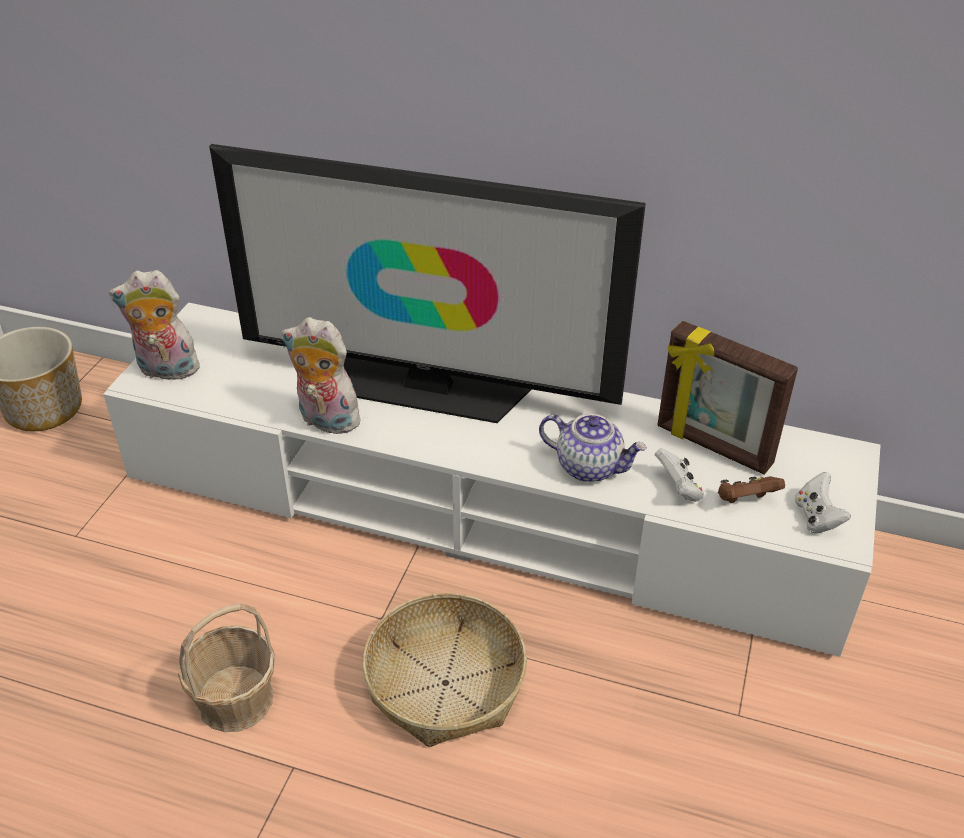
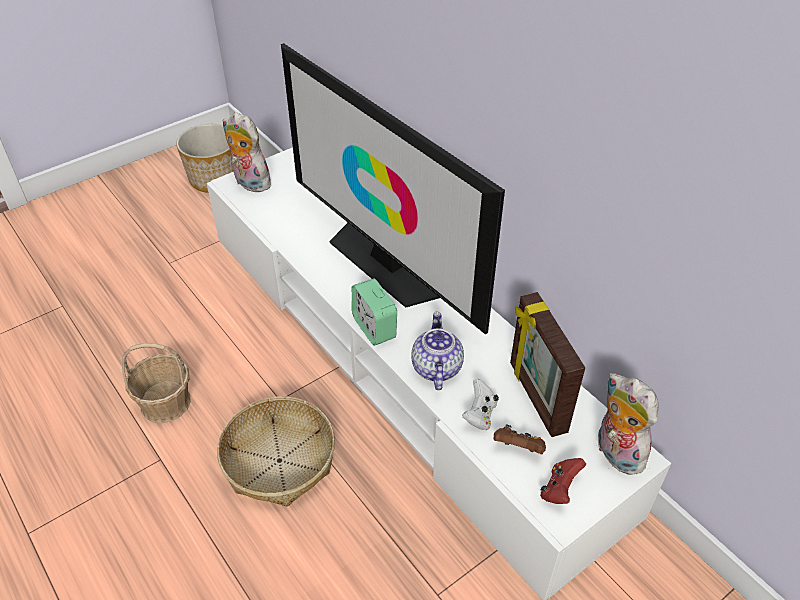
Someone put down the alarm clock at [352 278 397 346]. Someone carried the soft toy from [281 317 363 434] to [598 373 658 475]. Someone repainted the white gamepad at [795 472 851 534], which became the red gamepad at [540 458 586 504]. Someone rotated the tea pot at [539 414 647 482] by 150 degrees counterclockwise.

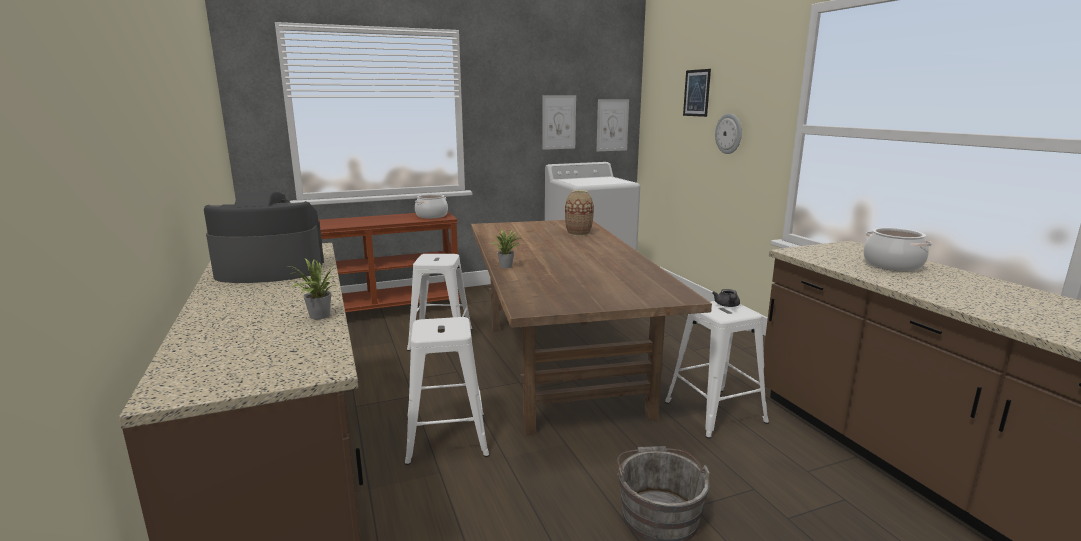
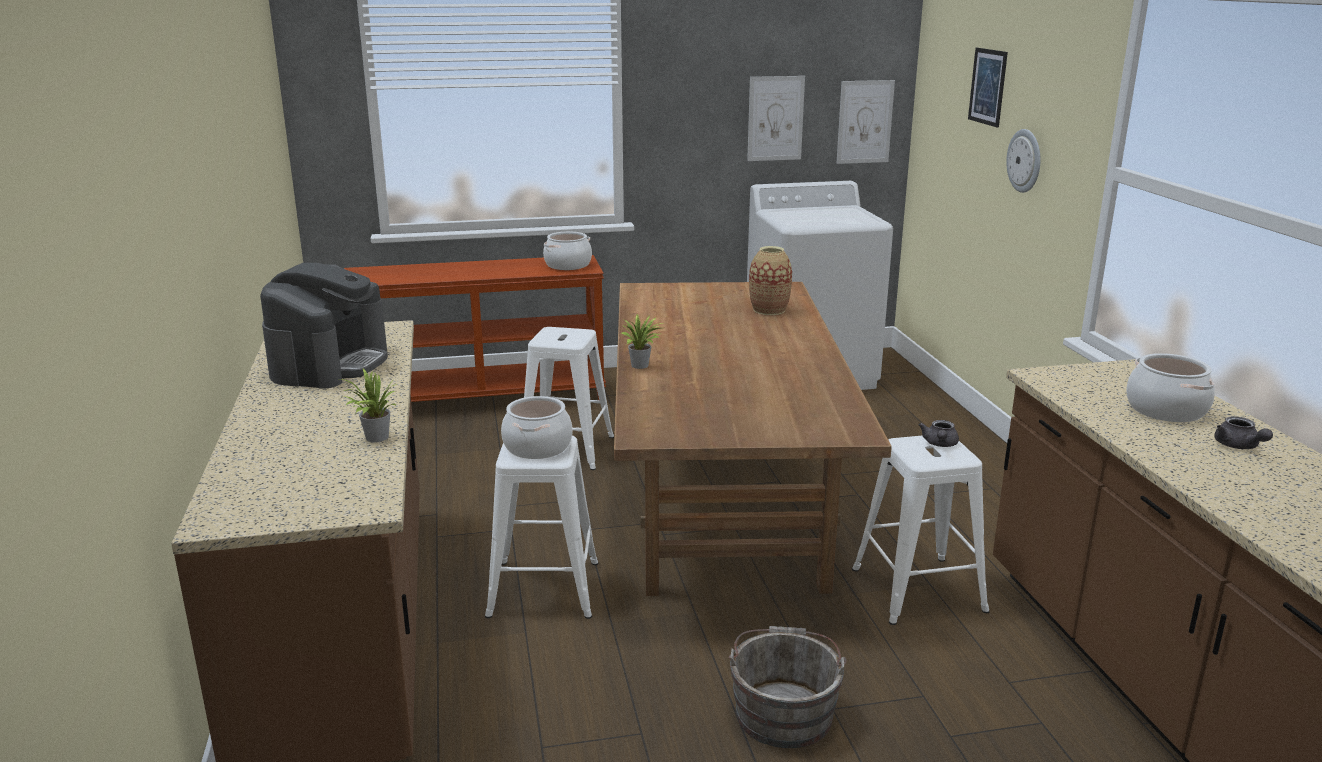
Someone put down the saucepot at [501 396 573 459]. Someone put down the grey tea pot at [1214 416 1273 449]. Someone rotated the coffee maker at [204 191 324 283] by 105 degrees clockwise.

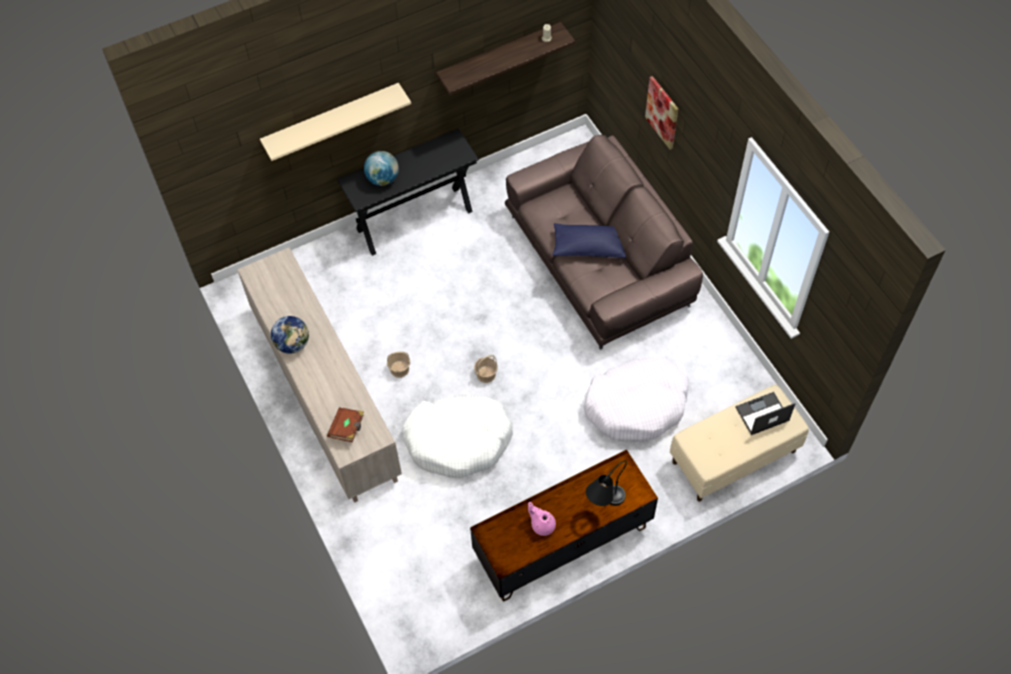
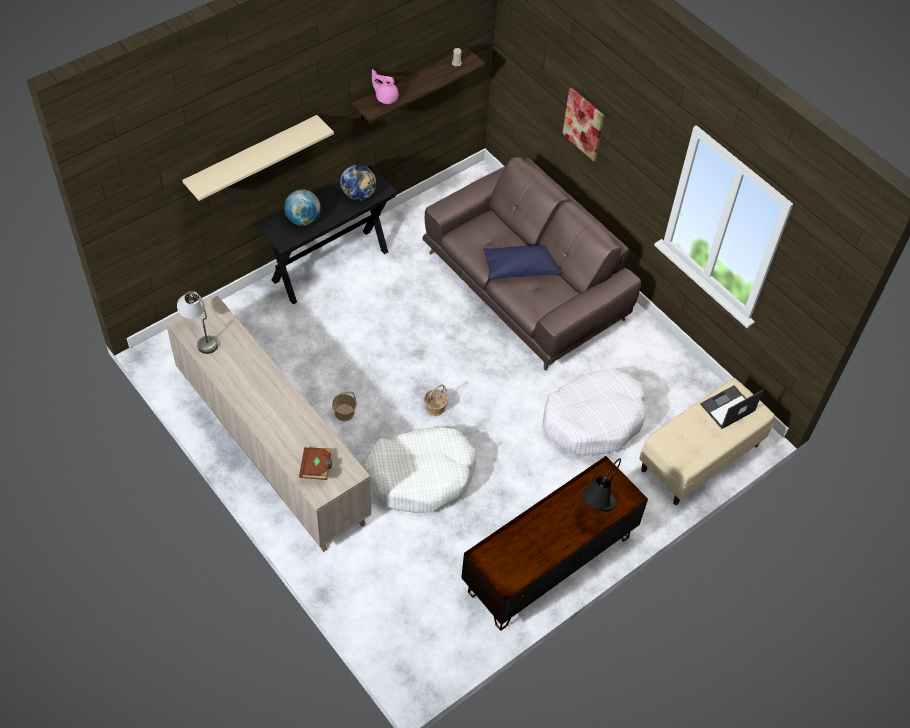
Someone put down the grey lamp for a table at [177 291 218 354]. Someone carried the desk globe from [271 316 309 354] to [340 165 376 200]. Someone carried the pink-coloured tea pot from [528 502 556 536] to [372 69 398 104].

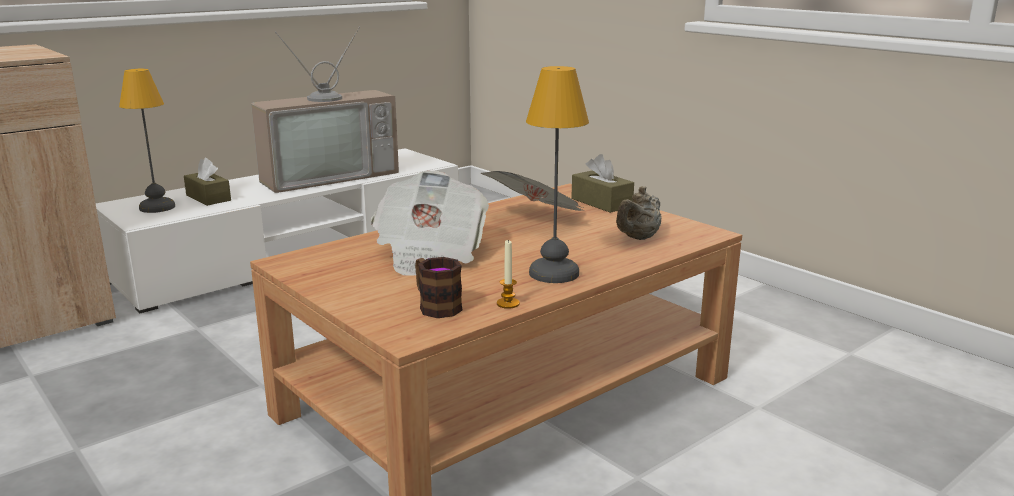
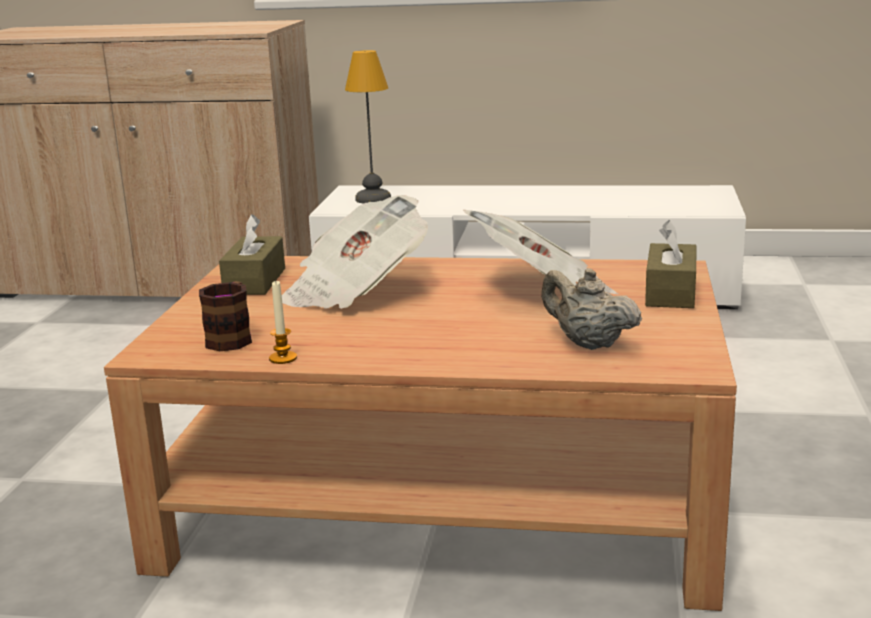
Someone took away the television at [251 27 399 193]. Someone took away the lamp for a table at [526 66 589 283]. Someone carried the brownish tissue holder from [184 158 231 206] to [219 214 285 295]. Someone rotated the sand-coloured tea pot at [616 186 662 240] by 45 degrees clockwise.

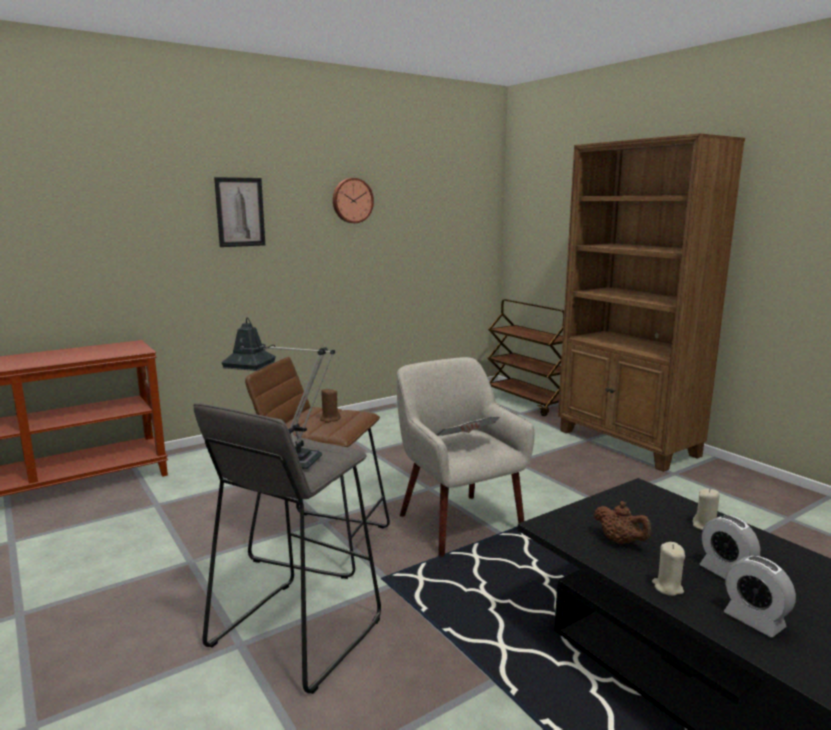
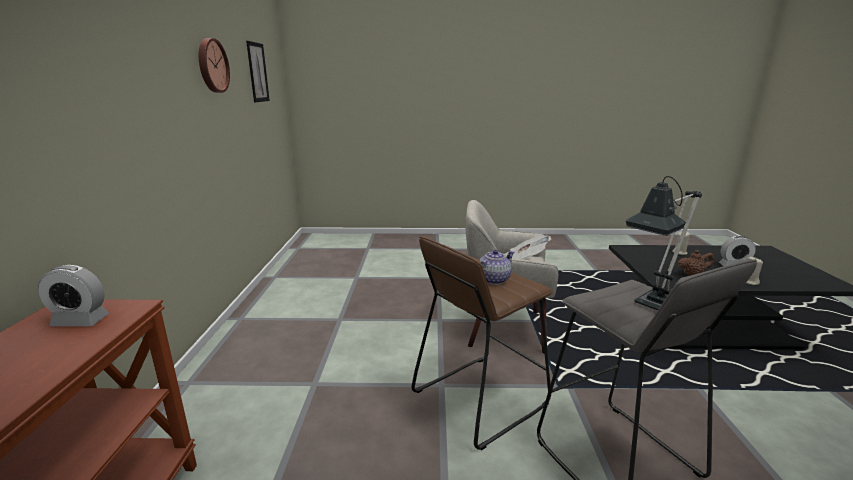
Someone took away the brownish cart at [487 299 564 416]. Someone took away the brownish bookshelf at [558 133 745 472]. Someone carried the wall picture from [214 177 265 247] to [246 41 270 102]. Someone carried the alarm clock from [724 556 796 637] to [38 265 109 326]. Someone swapped the brownish wax candle at [320 388 341 423] for the tea pot at [479 250 514 285].

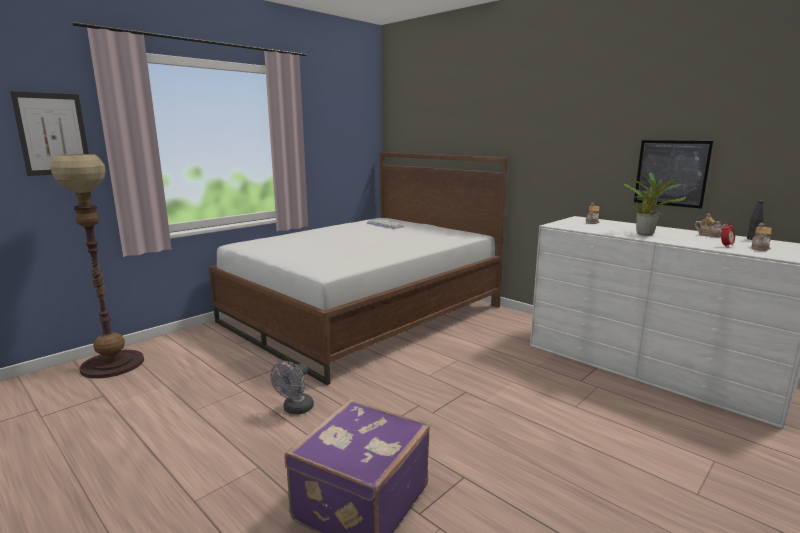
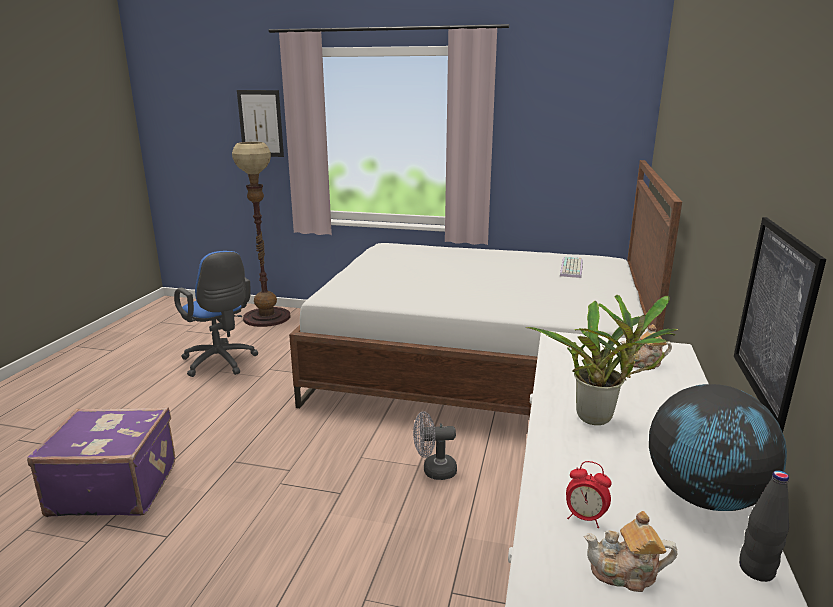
Someone put down the bluish computer chair at [174 251 258 377]. Someone carried the grey cooling fan from [270 361 314 415] to [413 411 457 480]. Someone swapped the tea pot at [695 213 728 238] for the desk globe at [649 384 787 511].

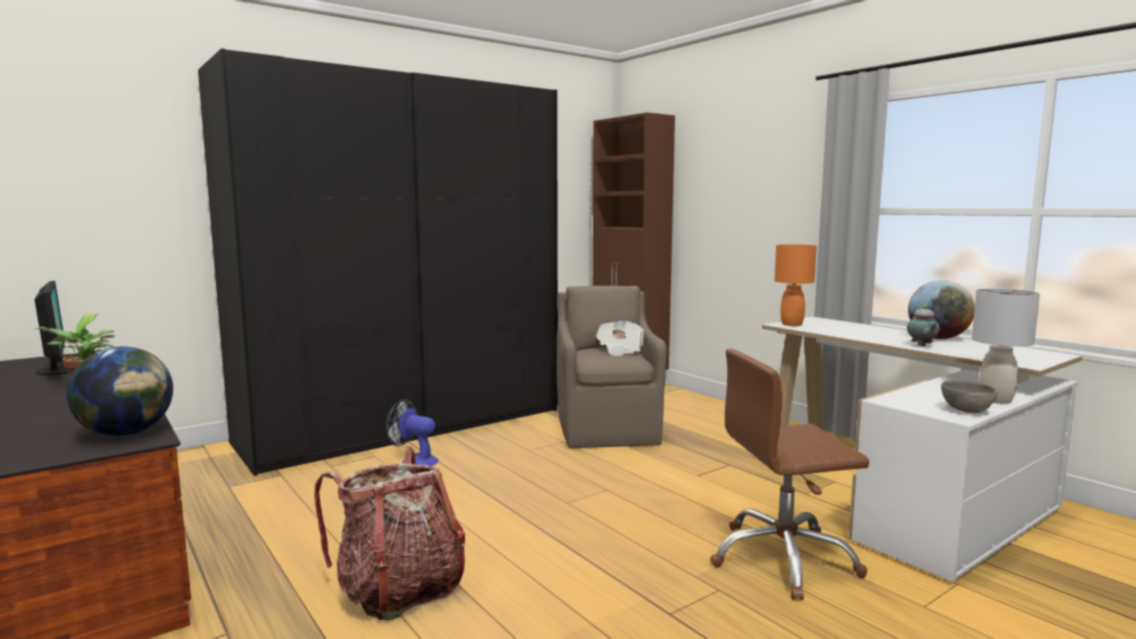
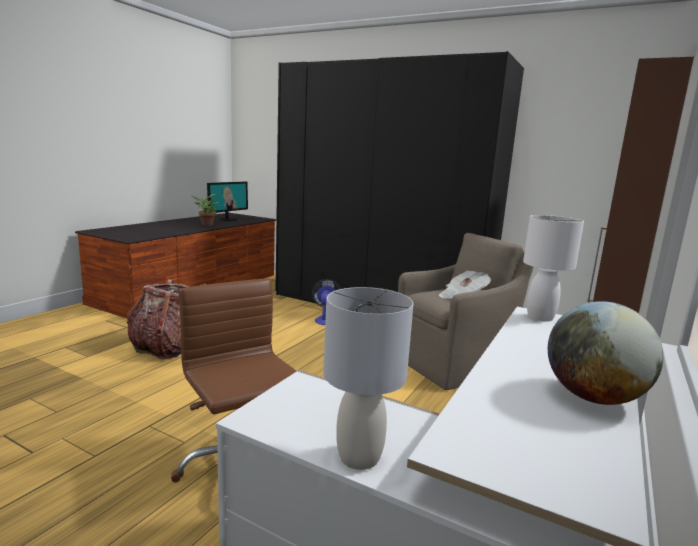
Someone took away the desk globe at [67 347 173 436]. Someone took away the tea pot at [907 305 940 347]. Someone took away the grey bowl at [941 381 997 413]. Someone repainted the orange lamp for a table at [774 244 817 326], which became the white lamp for a table at [523 215 584 322].

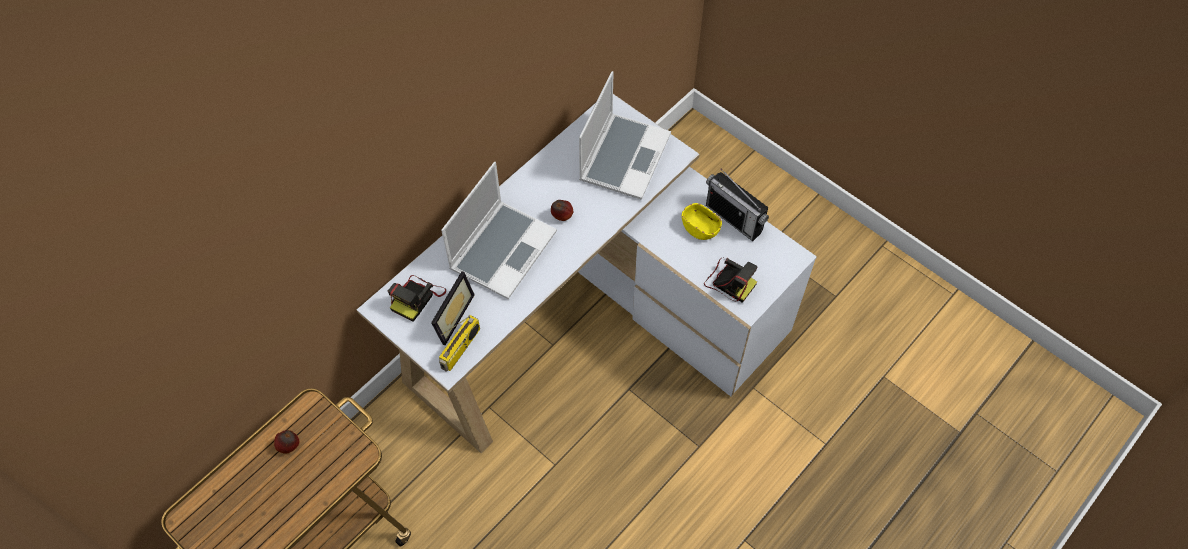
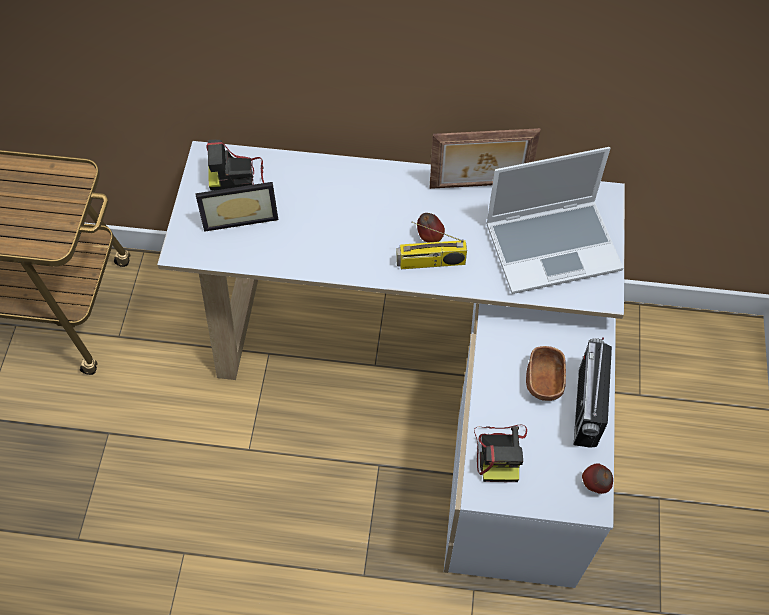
Someone took away the portable computer at [441 162 557 299]. Someone put down the standing frame at [430 128 541 189]. Someone carried the apple fruit from [274 430 299 454] to [582 463 613 494]. Someone carried the radio set from [439 315 480 372] to [396 222 467 269]. Someone repainted the yellow bowl at [682 203 722 240], which became the brownish bowl at [526 346 566 401].

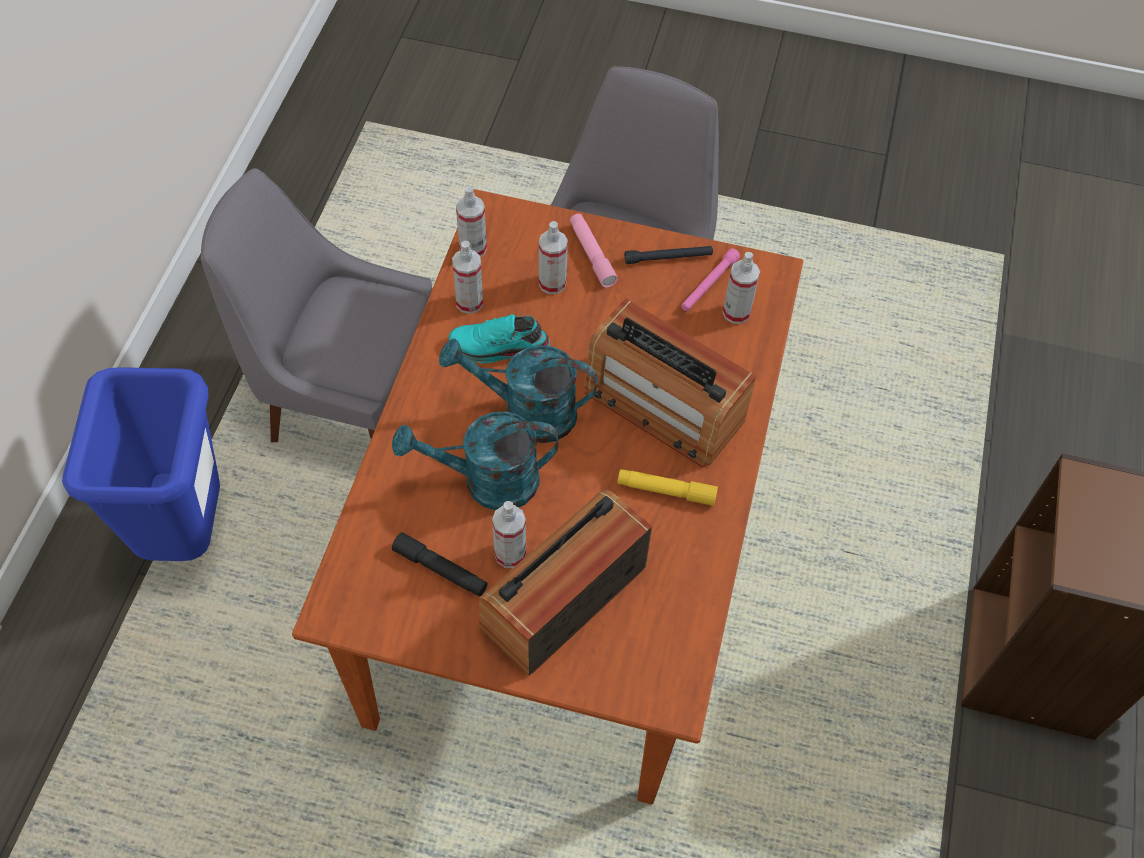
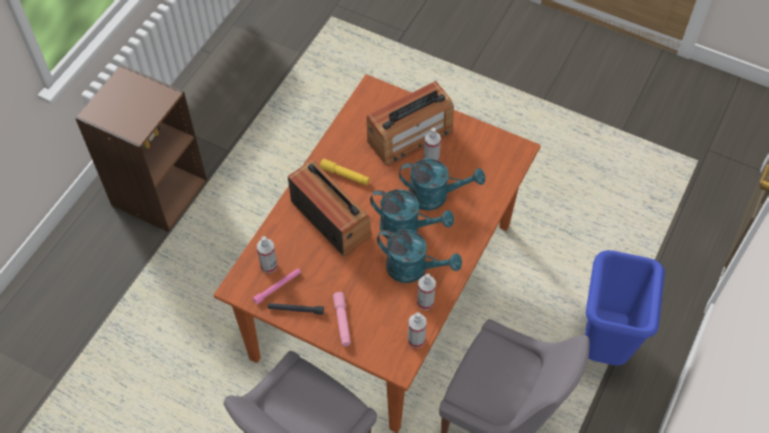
Someone took away the blackish flashlight at [392 532 488 596]. Someone took away the sprayer at [539 221 568 294]. Someone swapped the turquoise shoe at [449 314 550 364] for the turquoise watering pot at [377 229 462 283].

